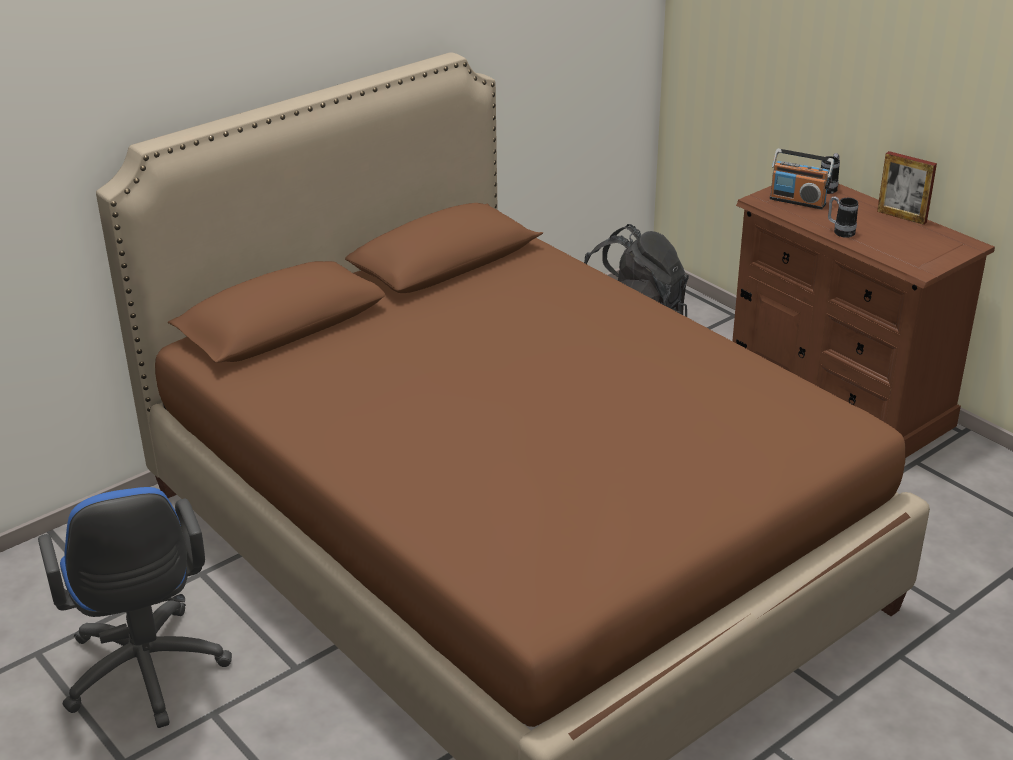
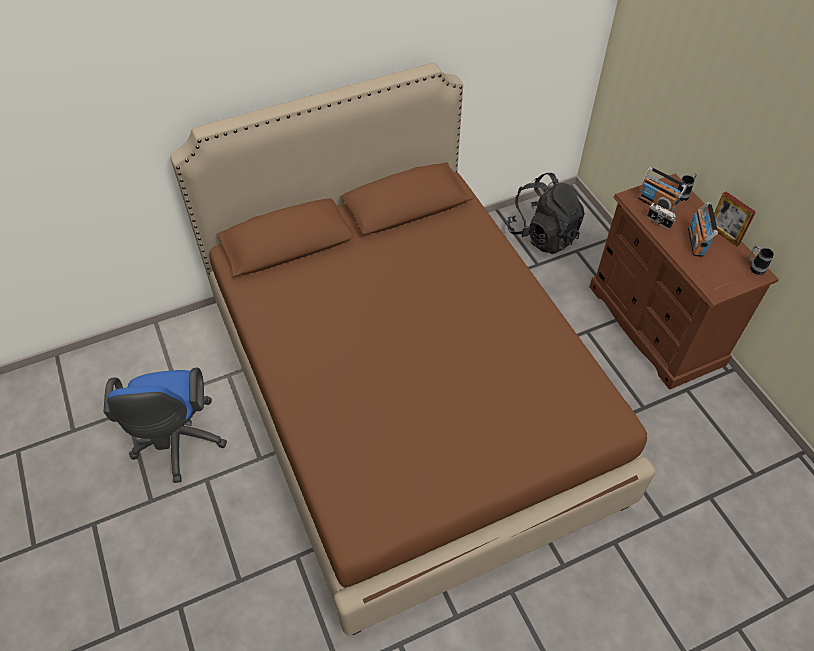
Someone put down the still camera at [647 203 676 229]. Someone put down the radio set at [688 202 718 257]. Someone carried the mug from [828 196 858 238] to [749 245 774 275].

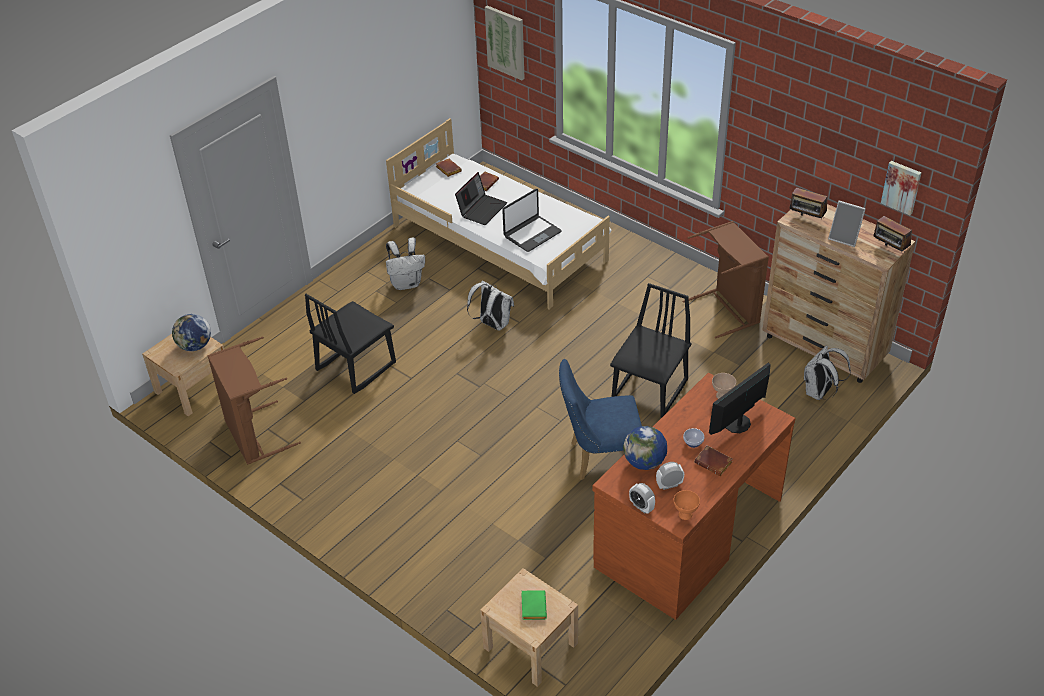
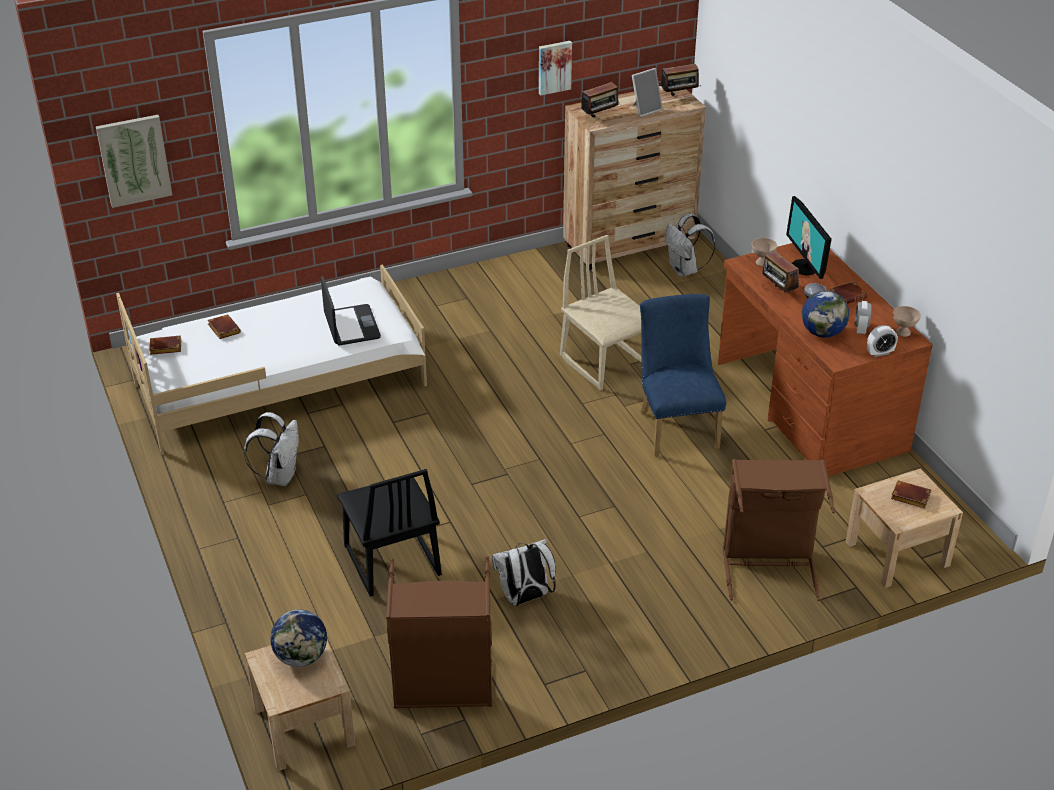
Someone took away the portable computer at [455 172 507 225]. Someone put down the radio set at [762 251 799 293]. Someone carried the white knapsack from [467 281 514 331] to [492 539 556 606]. Someone carried the brownish hamper from [683 221 769 339] to [723 459 835 601]. Someone carried the wall picture from [881 161 921 215] to [539 41 572 95]. Someone repainted the green volume at [521 590 547 620], which became the brownish volume at [891 481 931 509]. Someone repainted the blackish plain chair at [610 283 691 418], which became the sand-coloured plain chair at [560 235 641 391]. Someone repainted the orange bowl at [674 490 700 520], which became the sand-coloured bowl at [893 306 921 337]. Someone rotated the bluish plain chair at [559 359 642 480] by 150 degrees clockwise.

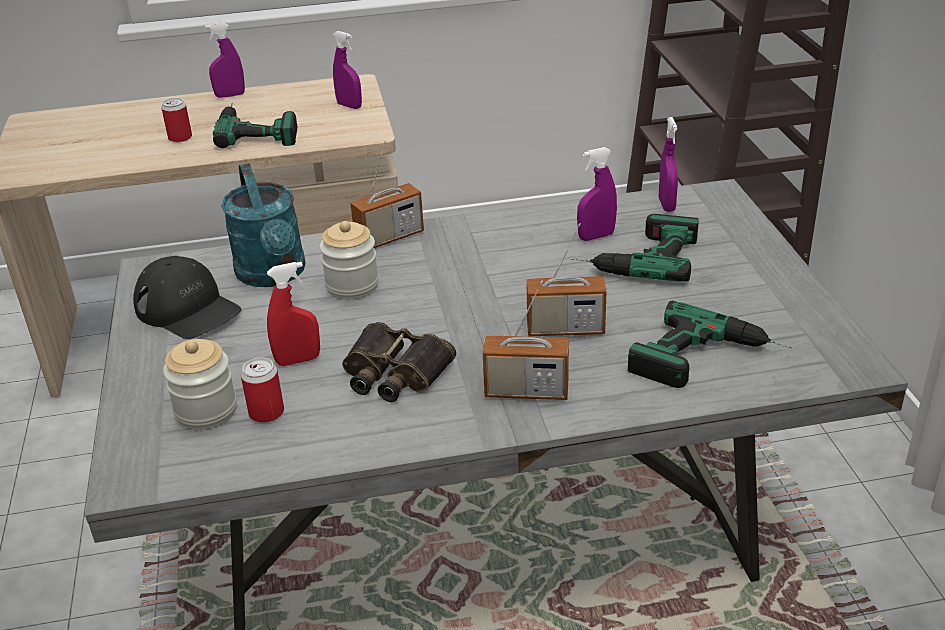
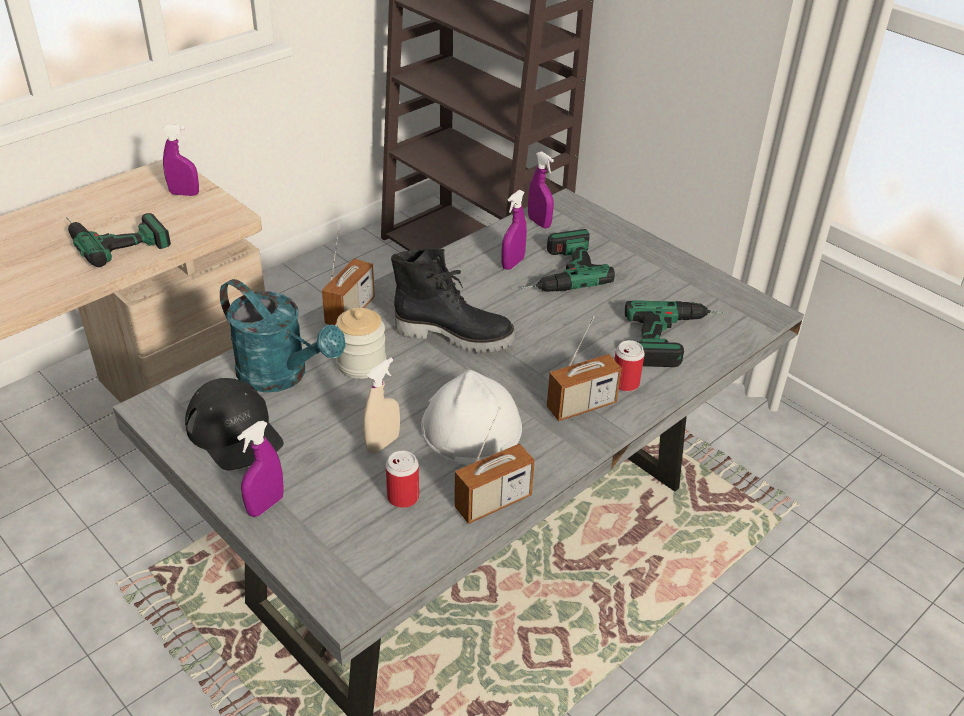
Someone took away the storage jar at [163 339 237 430]. Someone put down the blackish boot at [391 248 516 353]. Someone carried the sealed can from [161 98 192 142] to [614 340 645 392]. Someone carried the purplish sprayer from [205 23 245 98] to [237 421 284 517]. Someone carried the radio set from [526 223 607 336] to [454 406 535 524]. Someone swapped the binoculars at [342 322 456 402] for the white hard hat at [421 370 522 465]. Someone repainted the red sprayer at [267 262 320 366], which became the sand-coloured sprayer at [363 358 400 454]. Someone rotated the blackish baseball cap at [133 256 242 339] by 45 degrees clockwise.

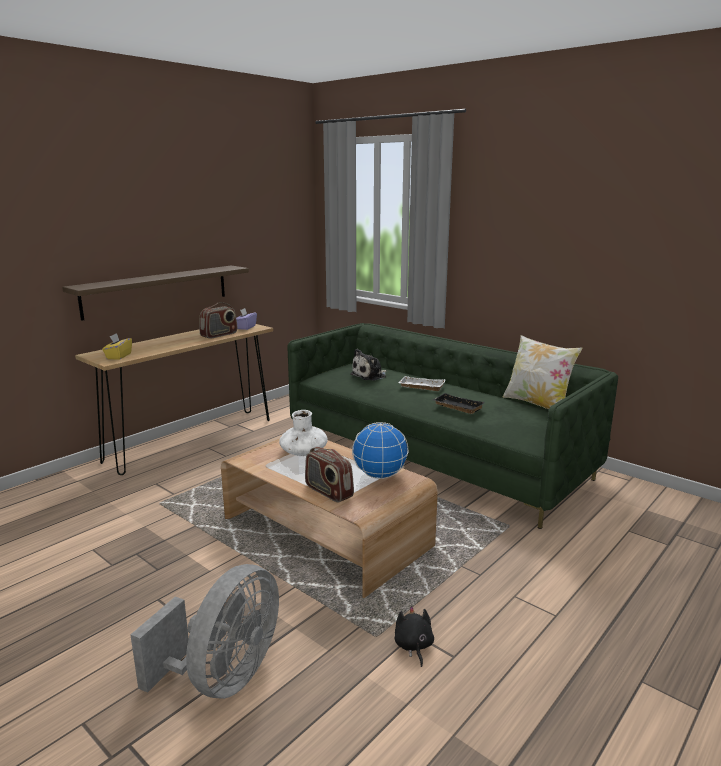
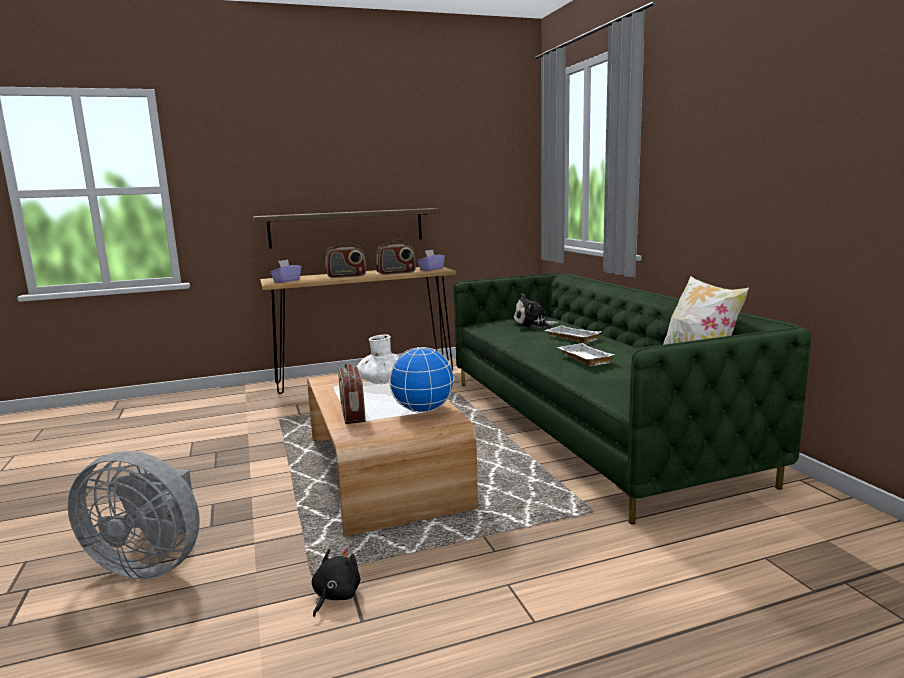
Someone put down the radio set at [325 242 366 278]. Someone repainted the yellow tissue holder at [102 333 132 360], which became the purplish tissue holder at [270 259 301 283]. Someone repainted the blackish carrying tray at [433 393 485 414], which became the white carrying tray at [557 343 614 366]. Someone rotated the grey cooling fan at [130 564 279 699] by 45 degrees clockwise.

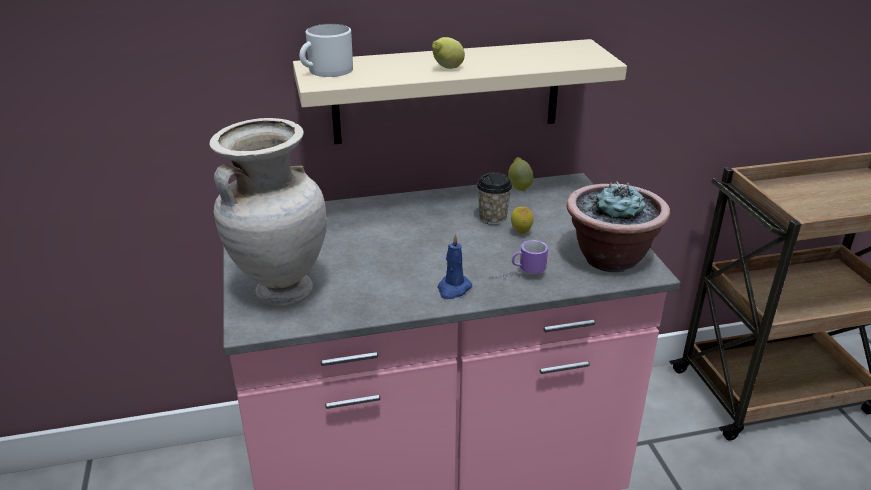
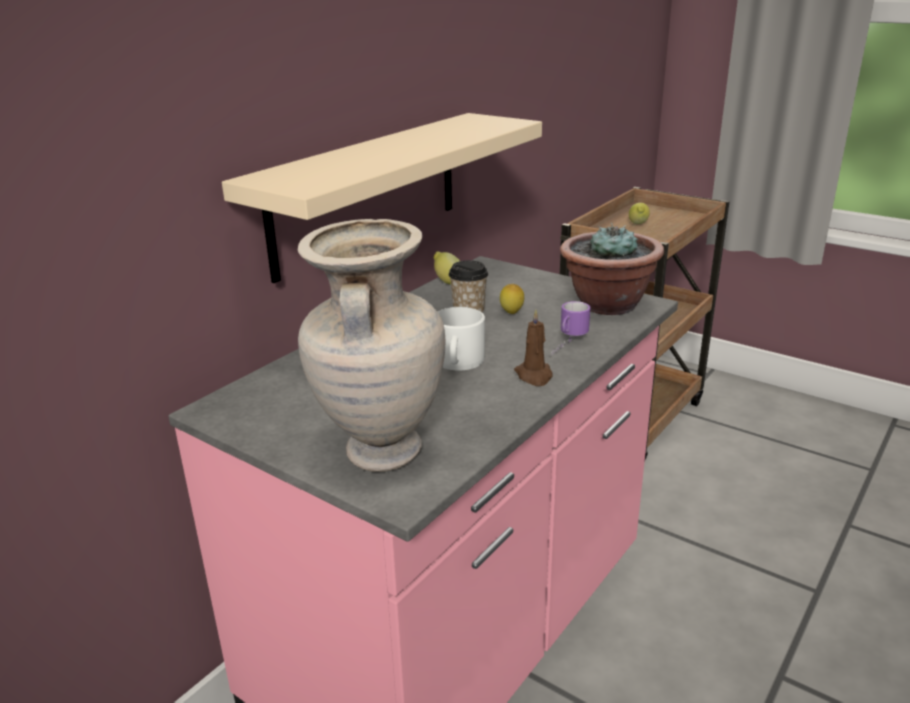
Someone carried the white mug from [299 24 353 77] to [438 307 485 371]. Someone carried the lemon from [432 37 465 69] to [629 203 650 224]. Someone repainted the bluish wax candle at [437 234 472 299], which became the brownish wax candle at [514 309 552 386].

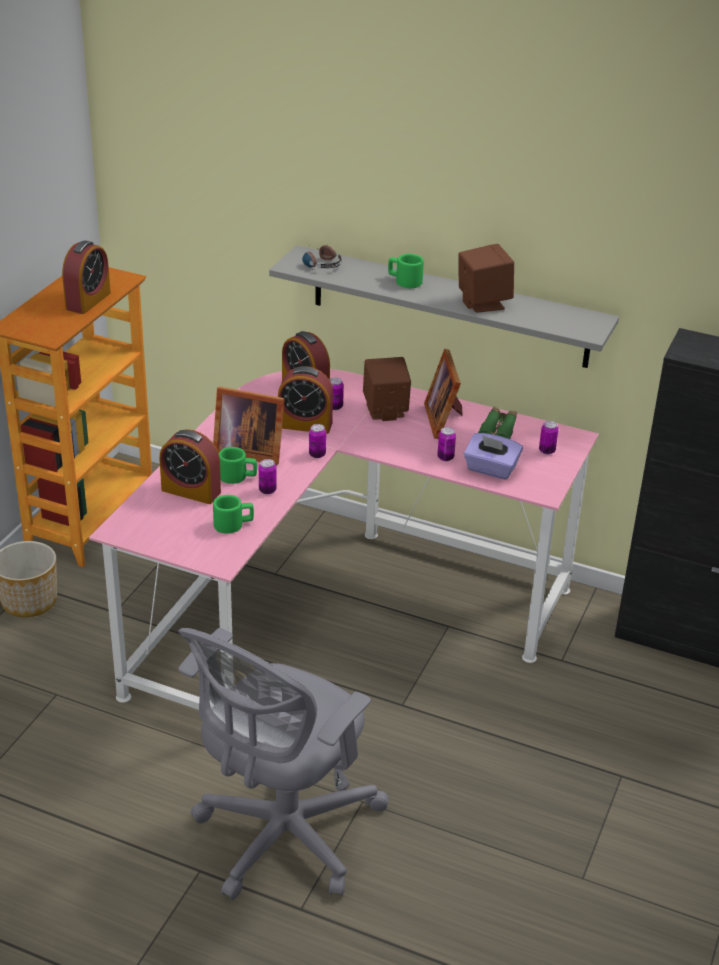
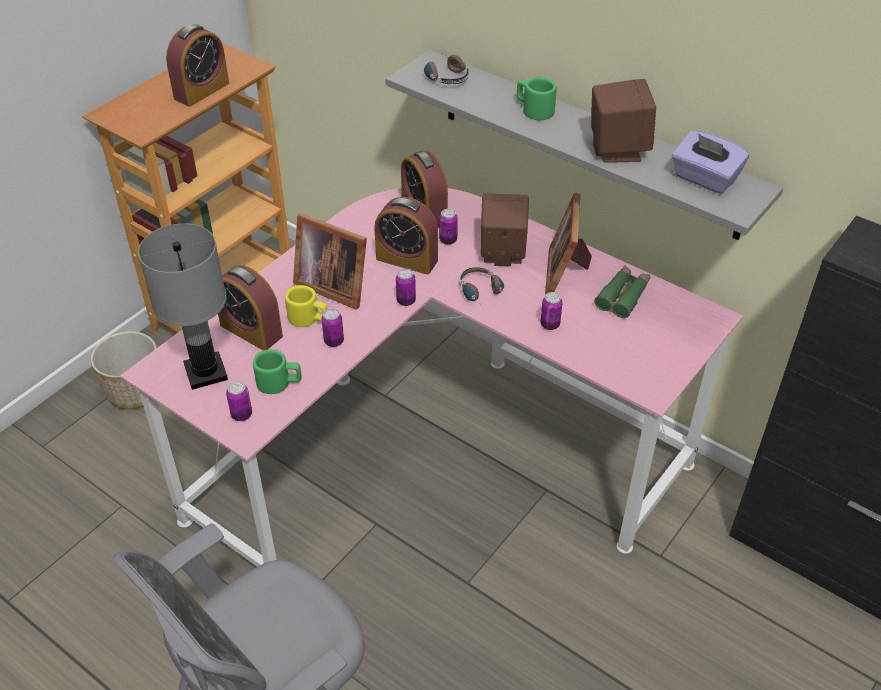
Someone put down the grey lamp for a table at [138 223 228 390]. Someone put down the pair of headphones at [460 267 504 307]. Someone carried the purplish tissue holder from [464 433 523 480] to [672 131 750 194]. Someone carried the sealed can from [539 421 558 455] to [226 381 252 421]. Someone repainted the green mug at [219 447 257 484], which became the yellow mug at [285 285 328 327].

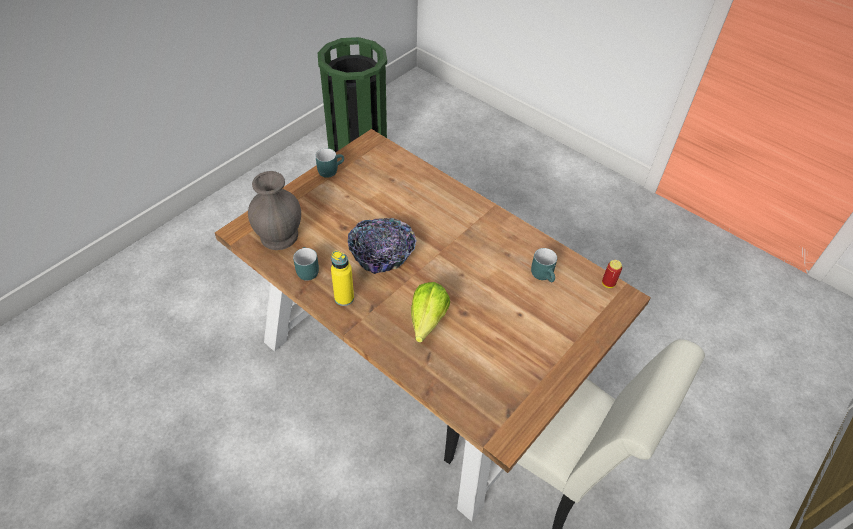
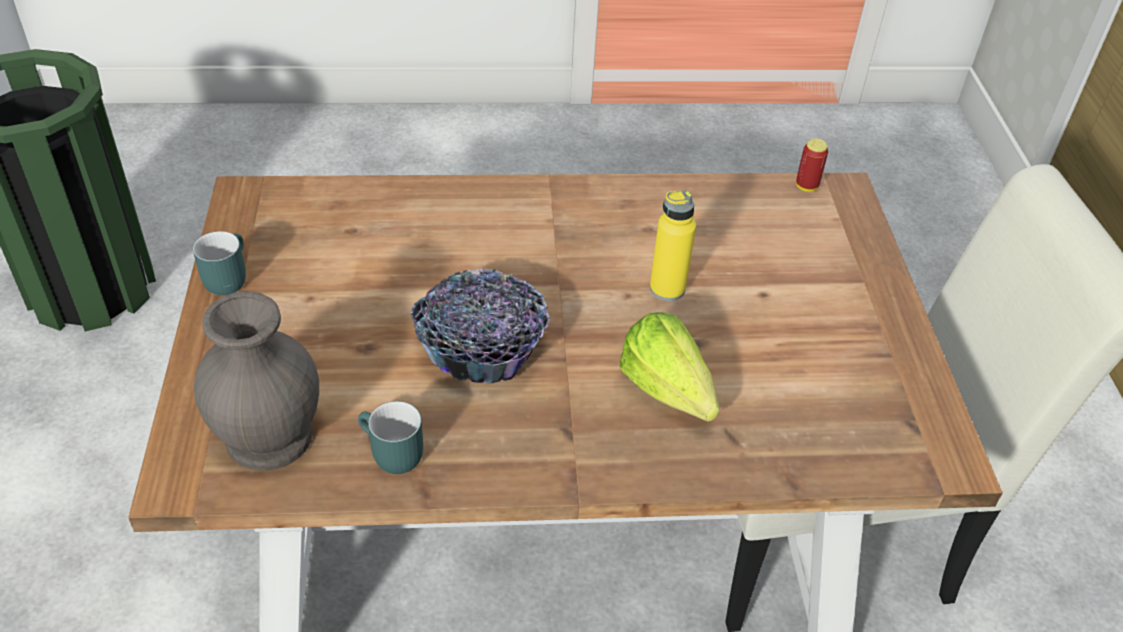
Someone took away the turquoise mug at [531 248 557 282]. Someone carried the yellow bottle from [331 251 354 306] to [650 190 696 301].

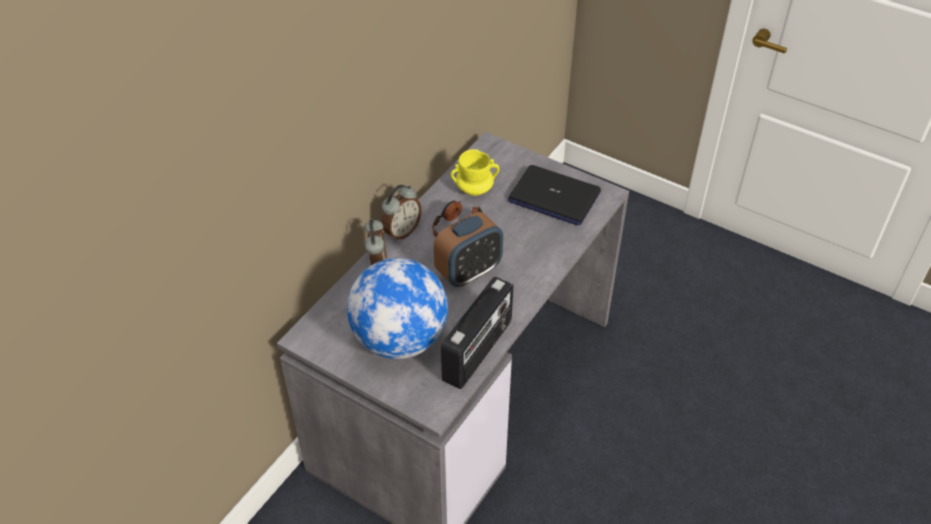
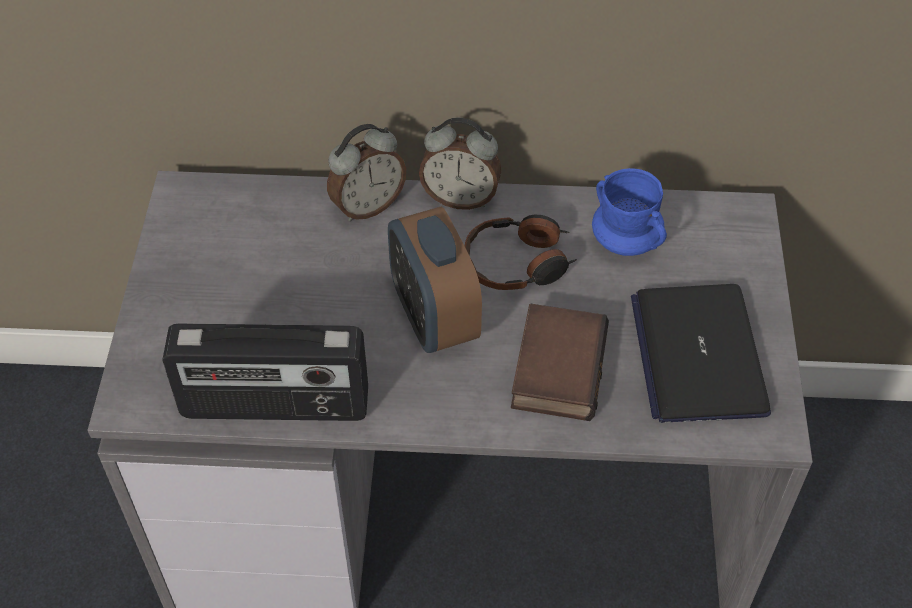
Someone took away the desk globe at [347 258 448 359]. Someone put down the volume at [511 304 609 421]. Someone repainted the yellow mug at [450 149 499 196], which became the bluish mug at [592 168 667 256]. Someone rotated the alarm clock at [434 212 503 287] by 45 degrees clockwise.

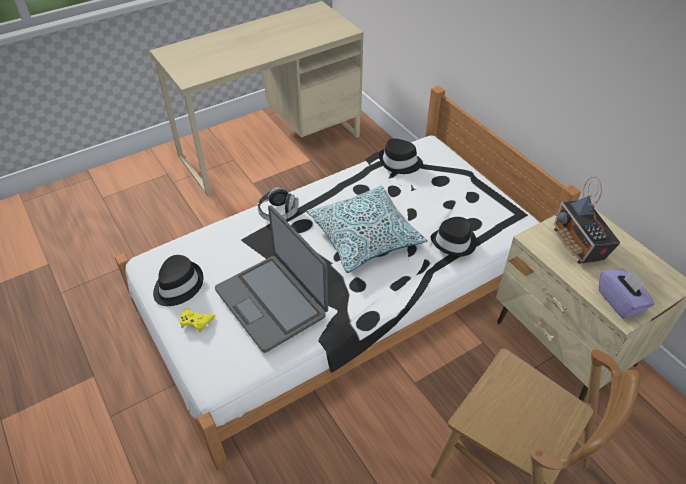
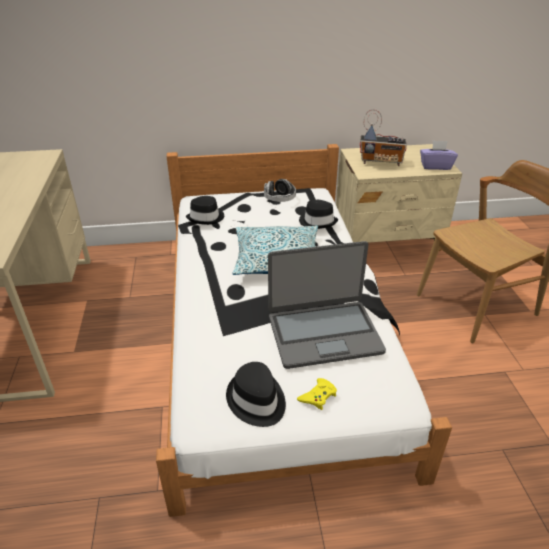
Someone carried the pair of headphones from [257 187 299 221] to [264 179 296 202].

